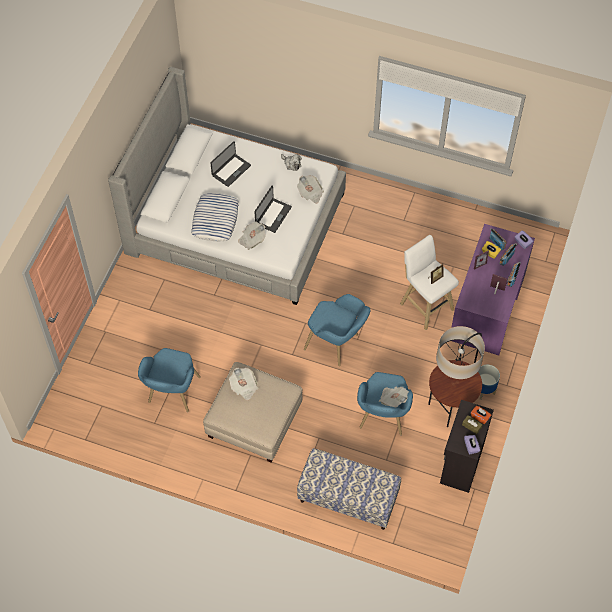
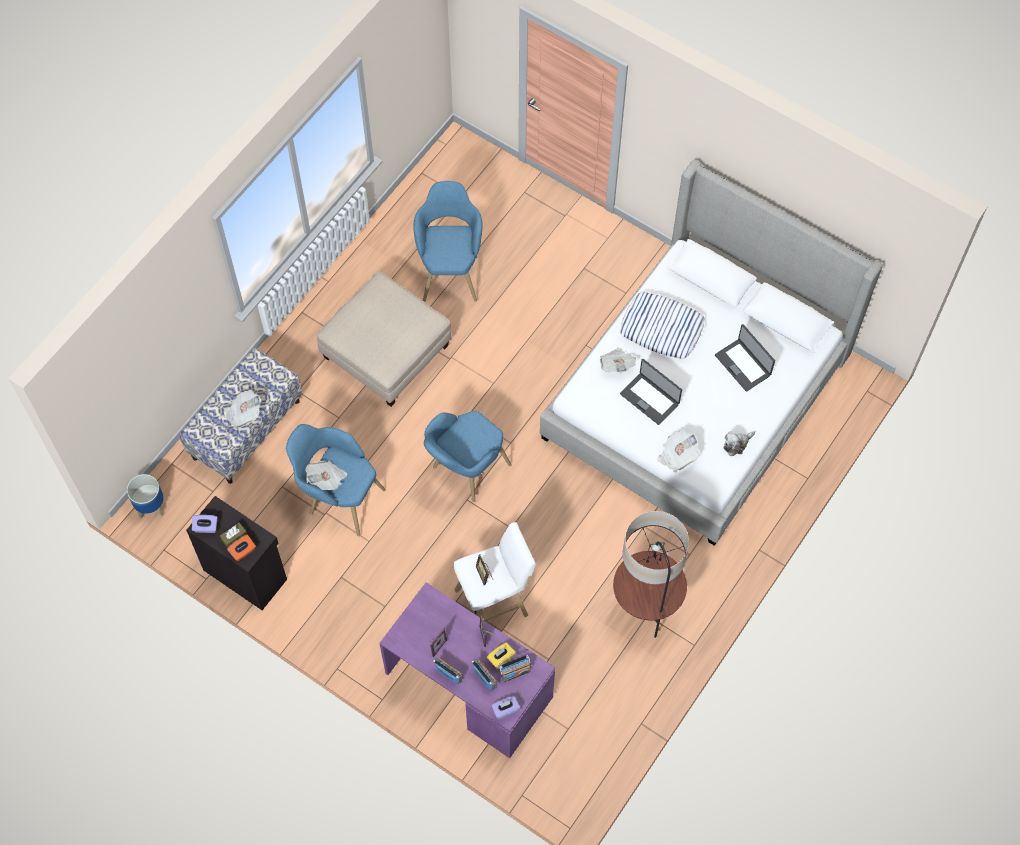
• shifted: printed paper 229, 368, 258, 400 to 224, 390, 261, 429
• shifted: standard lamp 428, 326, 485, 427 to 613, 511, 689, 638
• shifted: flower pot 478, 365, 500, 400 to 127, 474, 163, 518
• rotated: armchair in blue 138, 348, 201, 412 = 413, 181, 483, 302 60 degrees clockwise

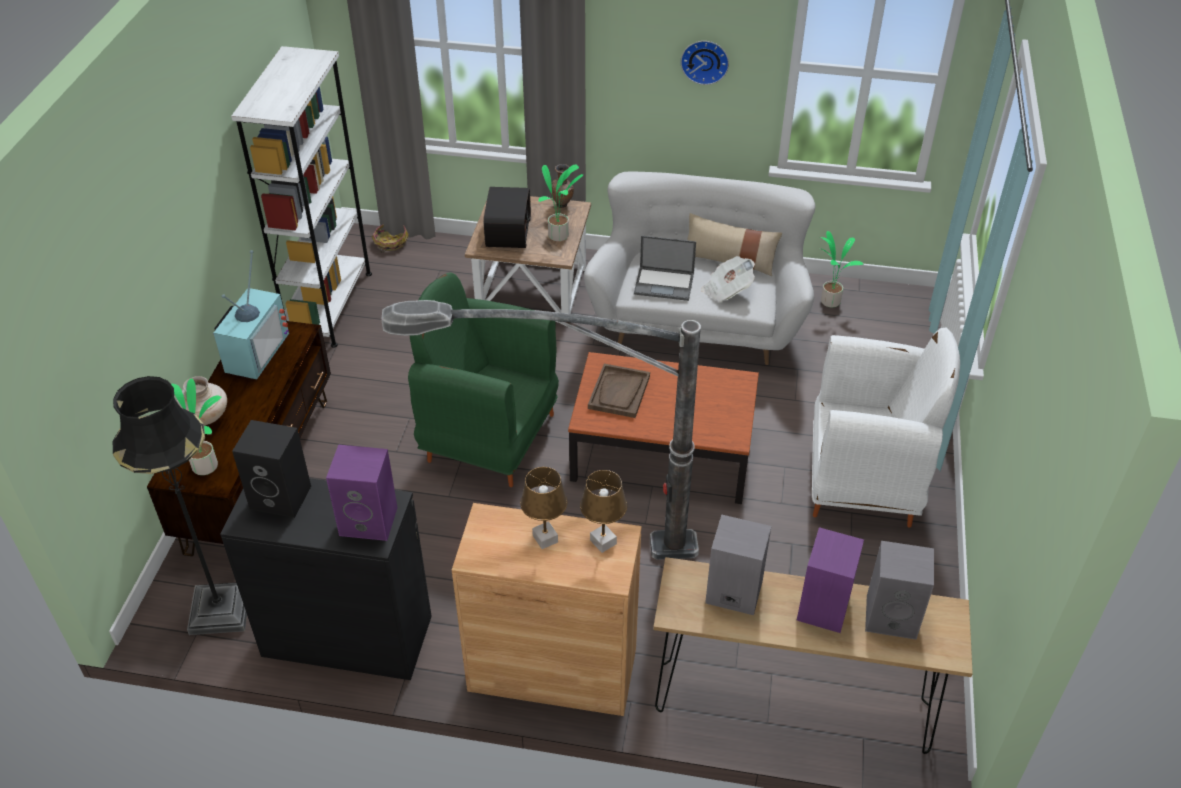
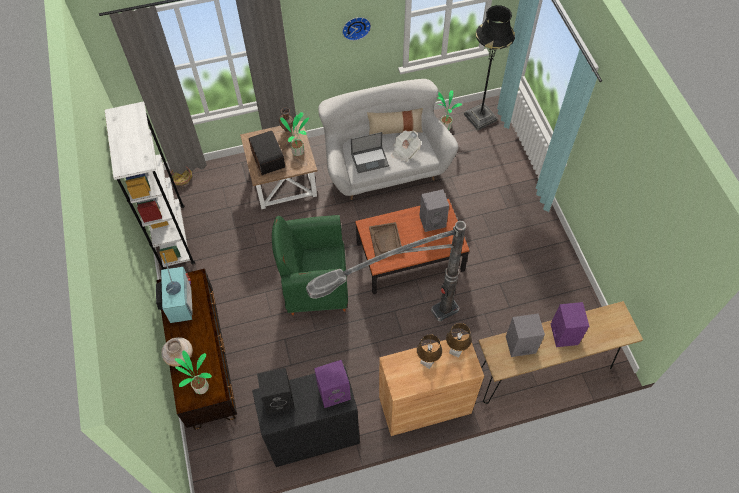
• gone: armchair in white-coloured 812, 327, 960, 528
• shifted: standard lamp in blackish 113, 376, 247, 635 to 464, 5, 515, 131
• shifted: speaker in grey 865, 541, 934, 640 to 419, 189, 449, 232

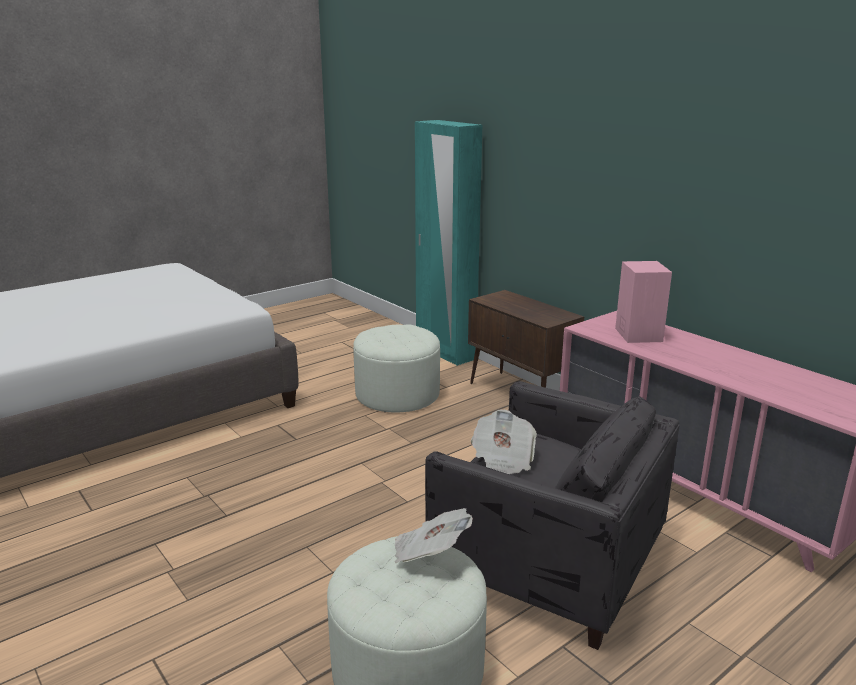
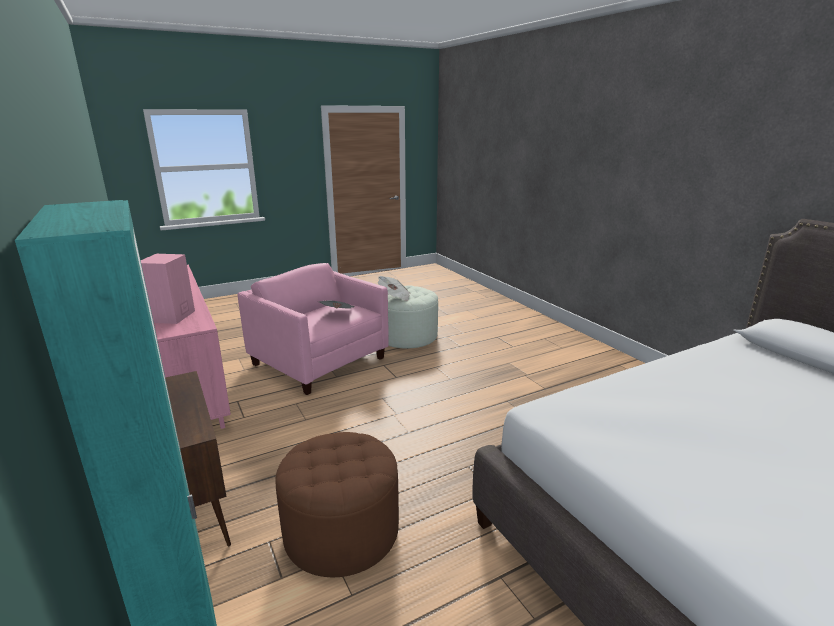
• repainted: footrest in white-coloured 353, 324, 440, 412 to footrest in brown-coloured 275, 432, 399, 577
• repainted: armchair in grey 425, 381, 680, 650 to armchair in pink 237, 263, 389, 395

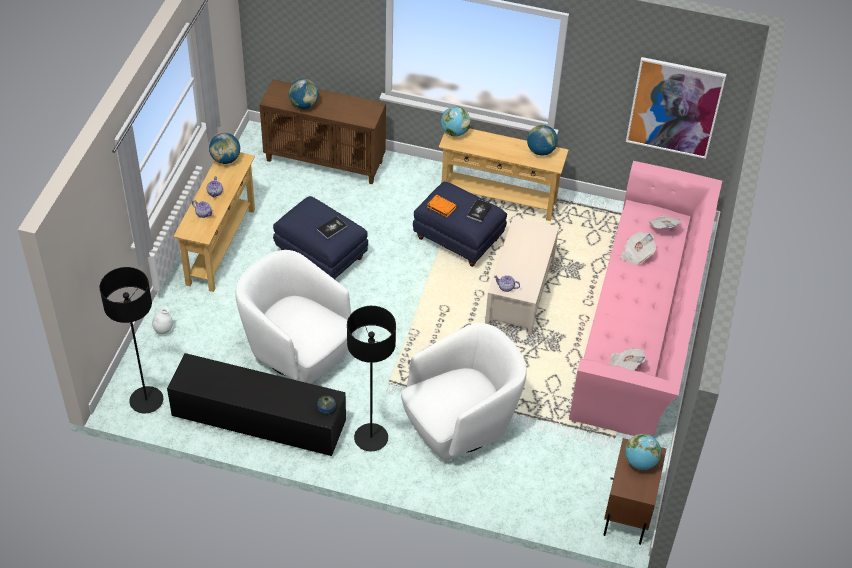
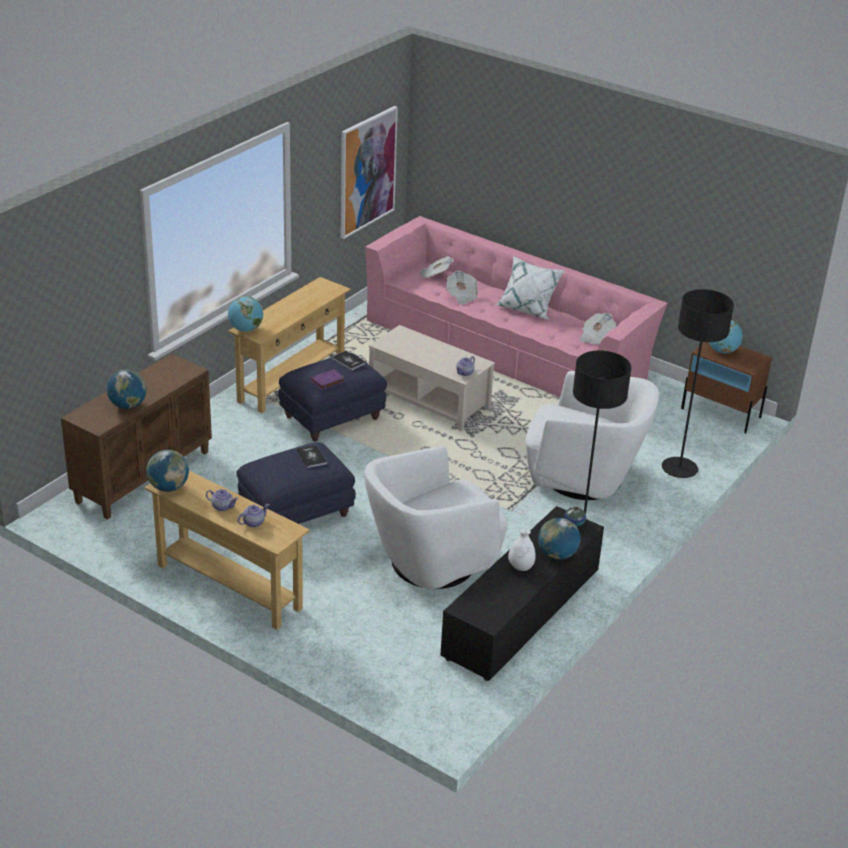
• new: pillow in white-coloured 495, 256, 565, 320
• shifted: standard lamp in blackish 100, 267, 163, 413 to 662, 289, 734, 478
• shifted: vase in white-coloured 152, 306, 173, 334 to 508, 529, 536, 571
• shifted: globe 527, 125, 558, 156 to 538, 518, 580, 560
• repainted: bound book in orange 427, 195, 457, 217 to bound book in purple 310, 369, 345, 390
• rotated: armchair in white-coloured 401, 323, 527, 461 = 526, 371, 659, 500 120 degrees clockwise

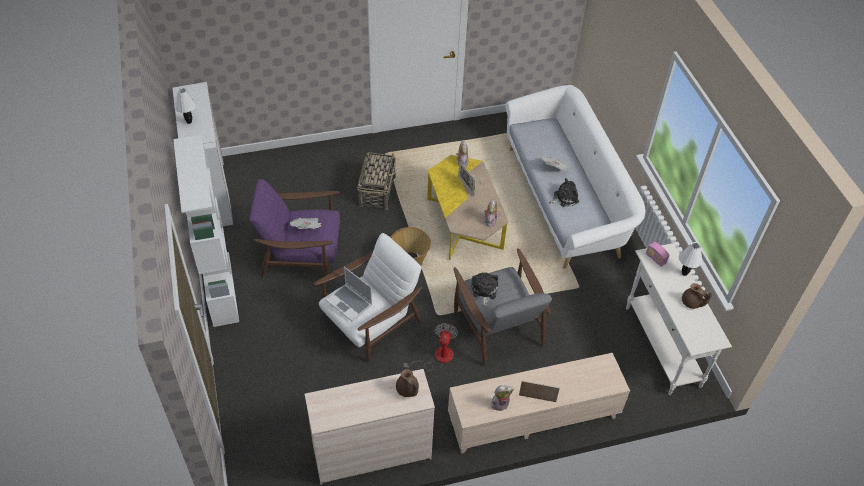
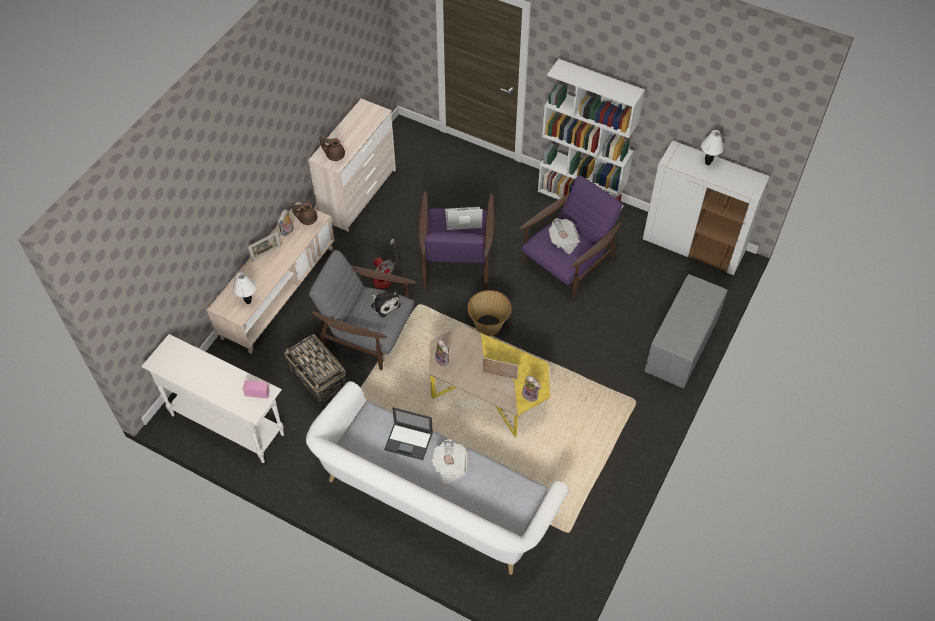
• new: bench in grey 644, 274, 728, 389
• shifted: storage basket 357, 152, 396, 210 to 284, 335, 346, 406
• shifted: table lamp in white-coloured 679, 242, 702, 276 to 233, 272, 256, 304
• shifted: teapot in brown-coloured 682, 283, 712, 309 to 291, 202, 317, 225
• swapped: soft toy 550, 178, 579, 207 to portable computer 384, 407, 433, 460
• repainted: armchair in white-coloured 314, 233, 422, 362 to armchair in purple 418, 191, 495, 291

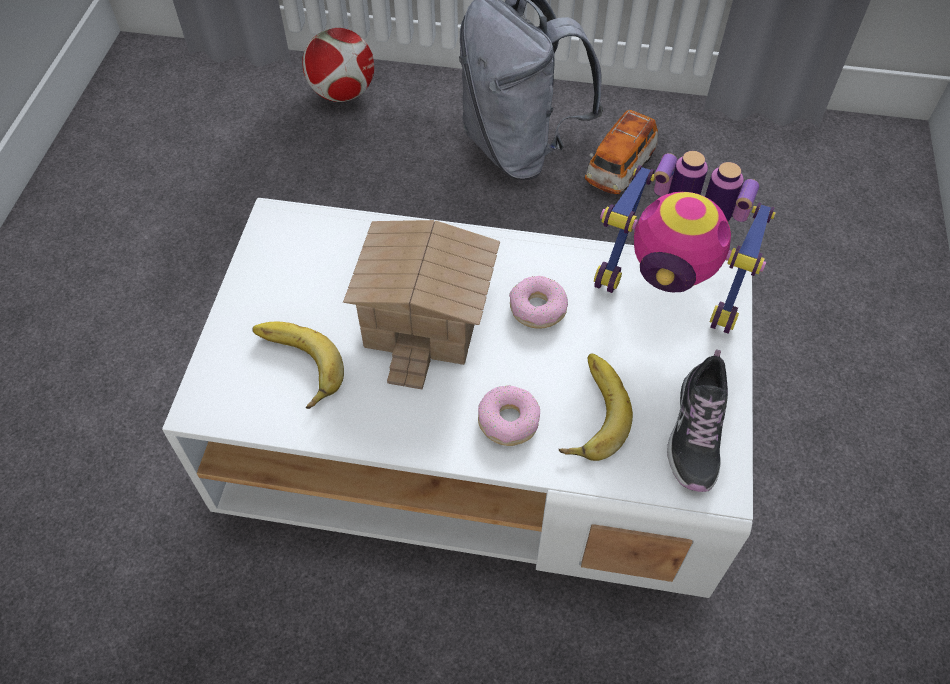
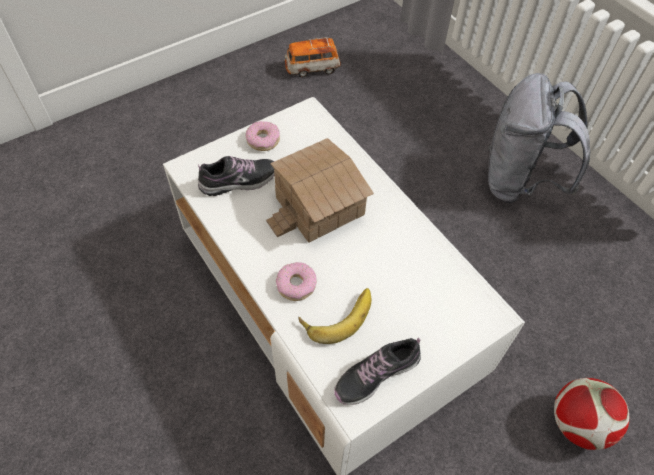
• gone: toy robot 594, 151, 776, 334
• shifted: football ball 302, 28, 374, 102 to 554, 378, 629, 450
• shifted: ring doughnut 509, 276, 568, 329 to 245, 121, 280, 151
• shifted: model car 585, 110, 658, 194 to 285, 37, 341, 78
• swapped: whole banana 252, 321, 344, 409 to shoe 198, 156, 275, 196

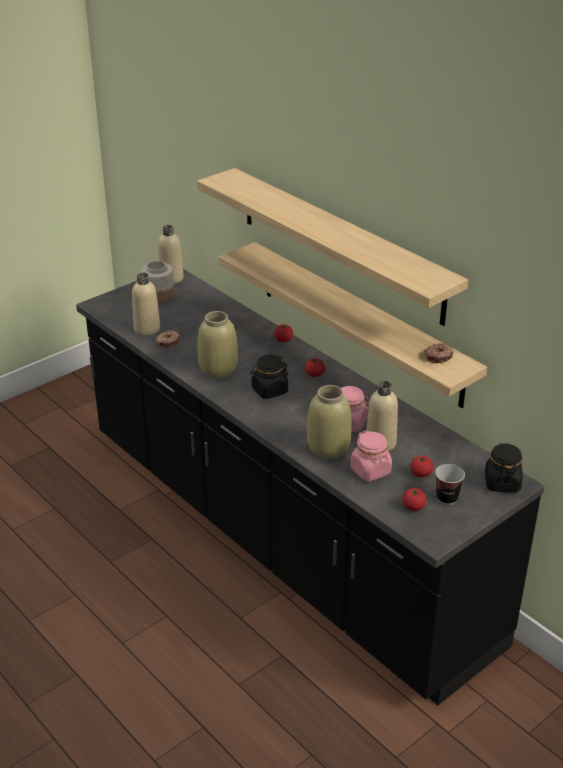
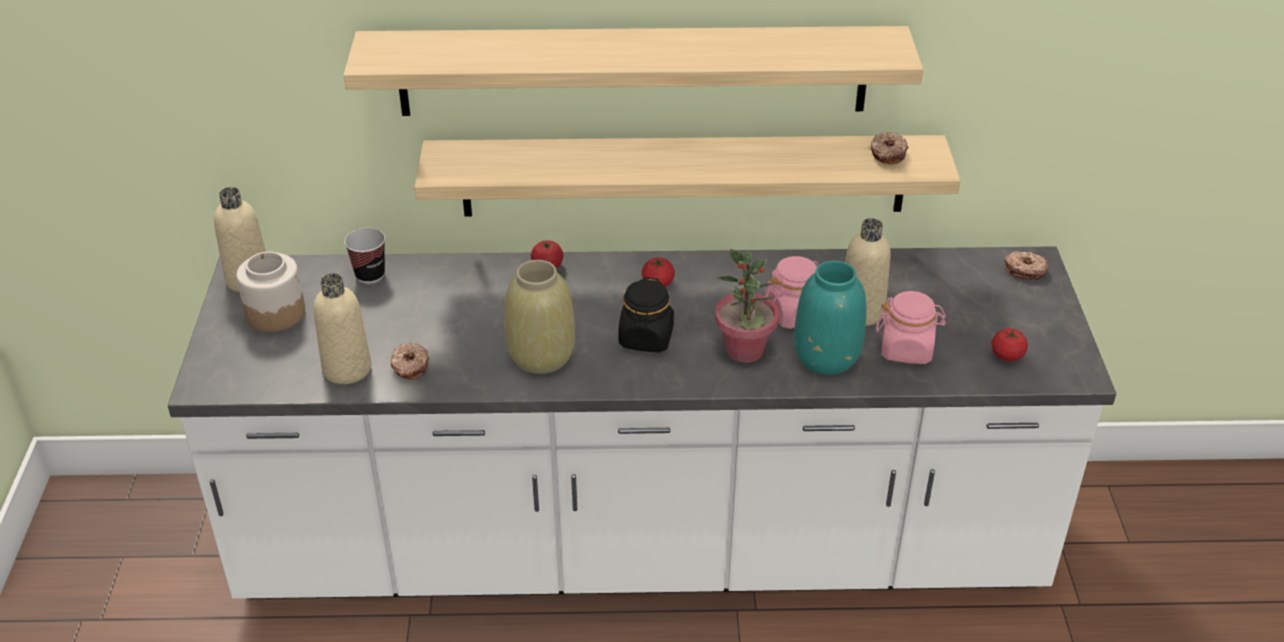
• gone: tomato 410, 455, 433, 477
• new: plant in a pot 715, 249, 779, 363
• shifted: small cup 435, 464, 465, 505 to 344, 228, 385, 284
• swapped: jar in blackish 485, 443, 523, 492 to ring doughnut 1004, 251, 1048, 280
• repainted: counter in blackish 76, 269, 545, 705 to counter in white-coloured 168, 246, 1116, 599
• repainted: vase in beige-coloured 307, 385, 352, 459 to vase in blue-green 794, 260, 866, 375

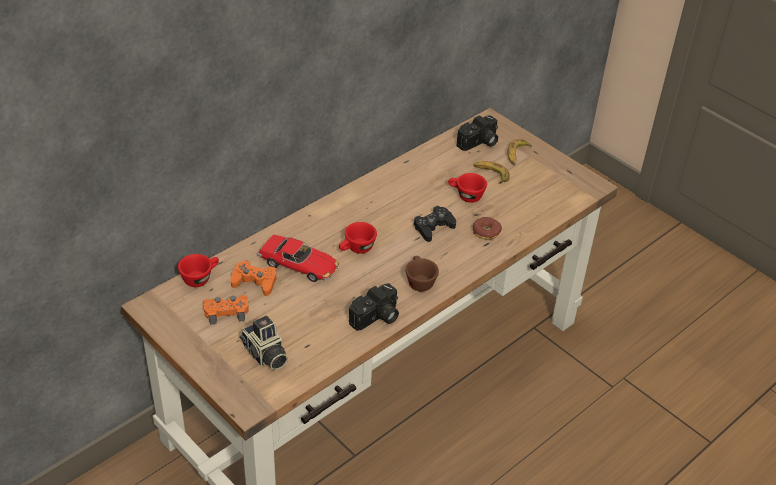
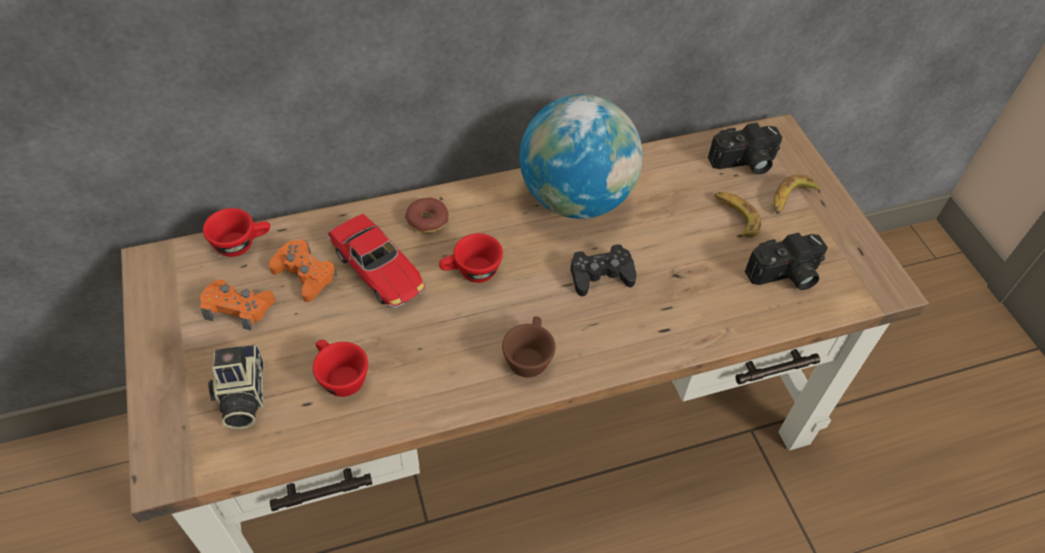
• new: globe 520, 94, 643, 219
• shifted: still camera 349, 283, 399, 331 to 745, 233, 828, 290
• shifted: small cup in red 448, 173, 487, 203 to 313, 340, 368, 397
• shifted: ring doughnut 473, 217, 502, 240 to 405, 198, 448, 233

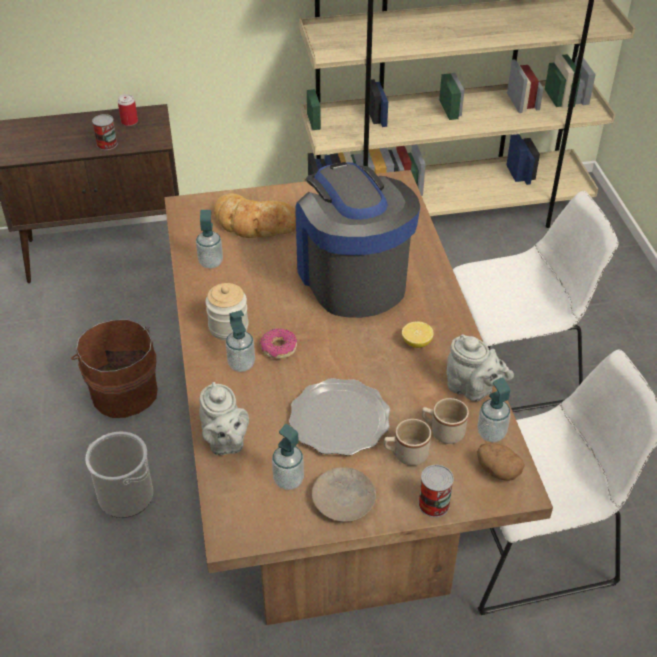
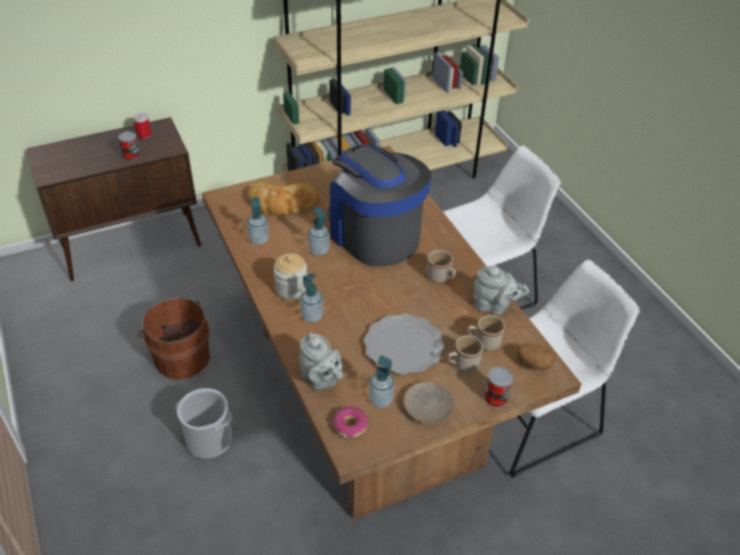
• shifted: ring doughnut 259, 328, 297, 359 to 332, 406, 367, 438
• shifted: soap dispenser 477, 378, 511, 442 to 308, 207, 330, 255
• swapped: lemon 402, 321, 434, 348 to tea mug in beige-coloured 427, 250, 456, 283

